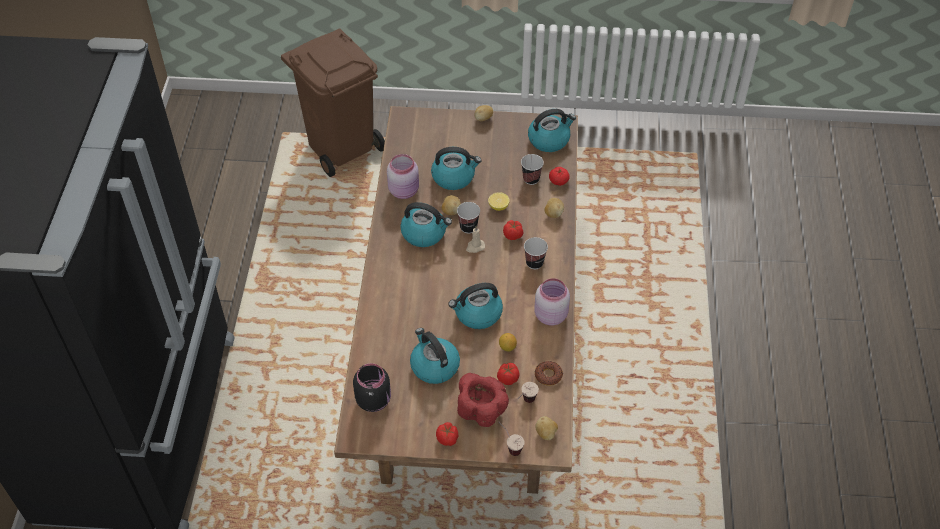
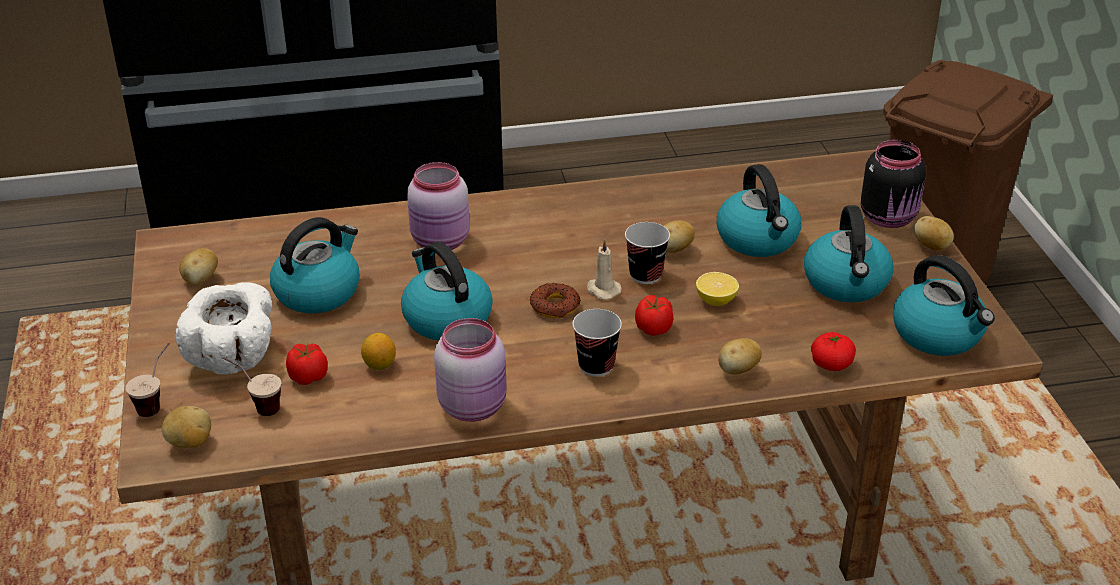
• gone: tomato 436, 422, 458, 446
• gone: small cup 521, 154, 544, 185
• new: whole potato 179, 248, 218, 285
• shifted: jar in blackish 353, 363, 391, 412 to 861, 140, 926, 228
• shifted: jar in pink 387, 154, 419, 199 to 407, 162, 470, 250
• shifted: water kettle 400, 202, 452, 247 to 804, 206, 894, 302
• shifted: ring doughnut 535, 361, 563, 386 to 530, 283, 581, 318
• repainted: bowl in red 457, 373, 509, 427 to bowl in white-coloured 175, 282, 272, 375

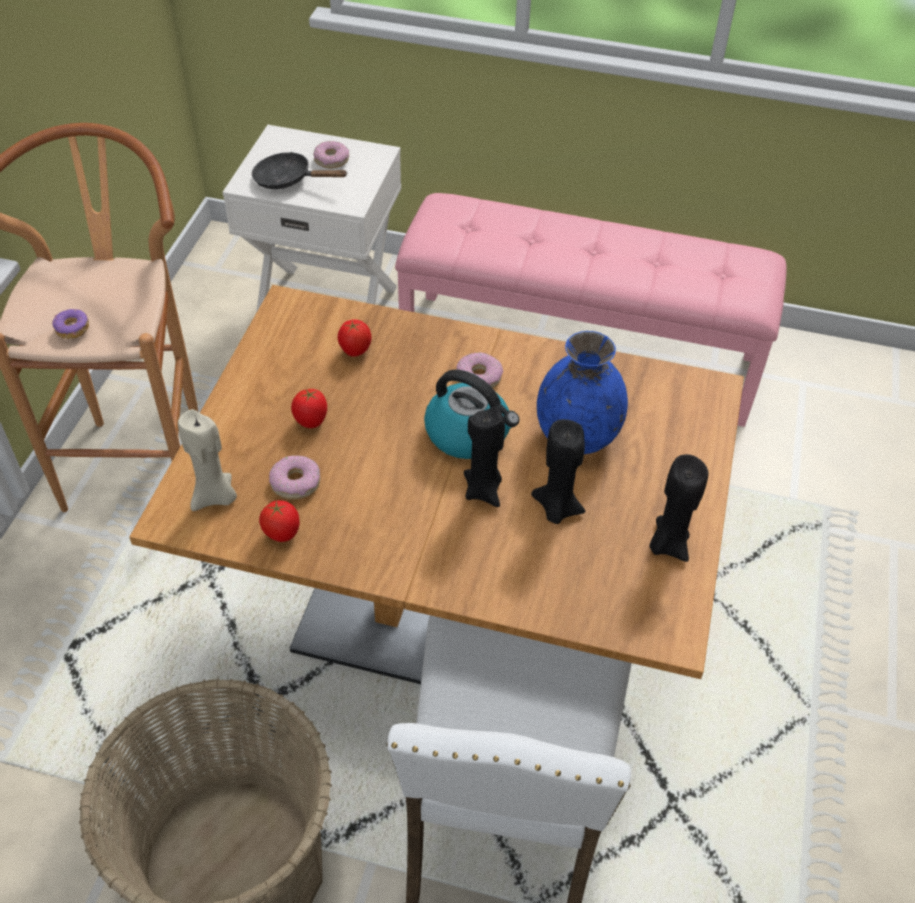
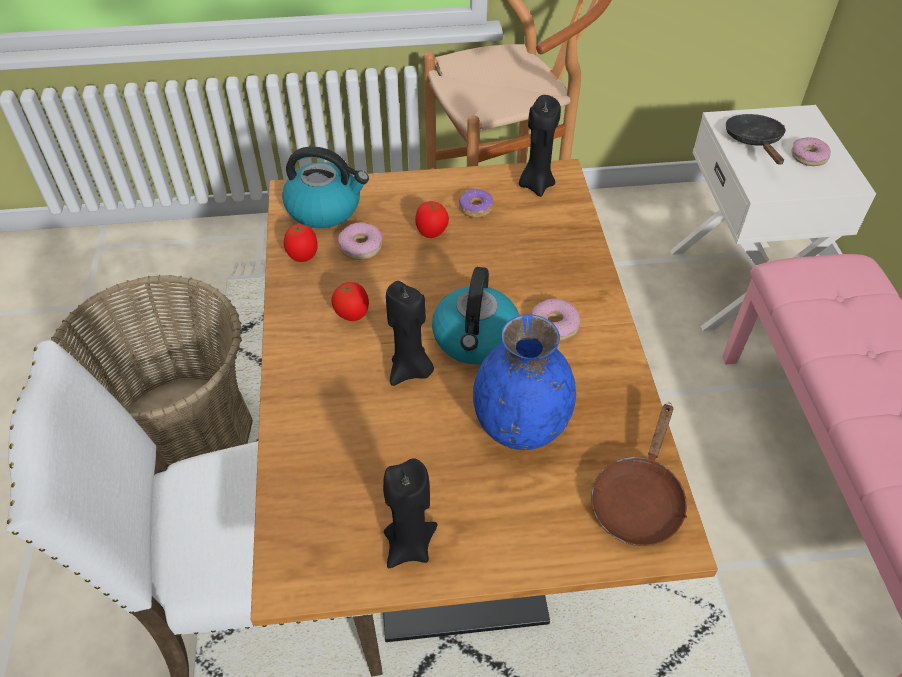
• new: pan in brown-coloured 591, 403, 687, 546
• shifted: ring doughnut 52, 309, 89, 339 to 459, 188, 493, 218
• shifted: tomato 338, 319, 371, 357 to 331, 282, 369, 321
• shifted: wax candle in blackish 531, 419, 585, 524 to 519, 95, 561, 197
• swapped: wax candle in beige-coloured 178, 409, 237, 511 to water kettle 282, 146, 369, 228

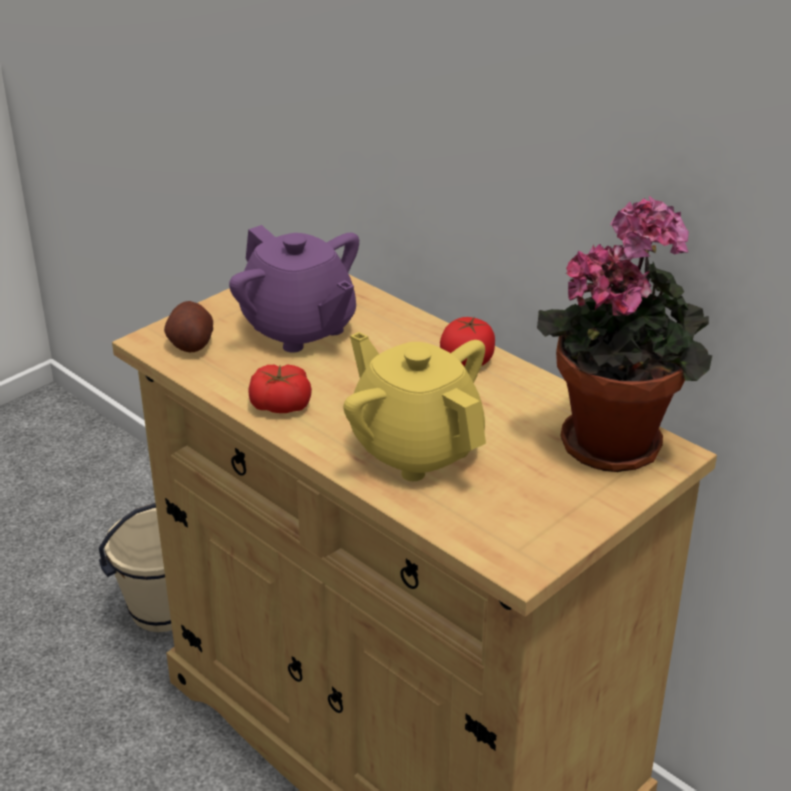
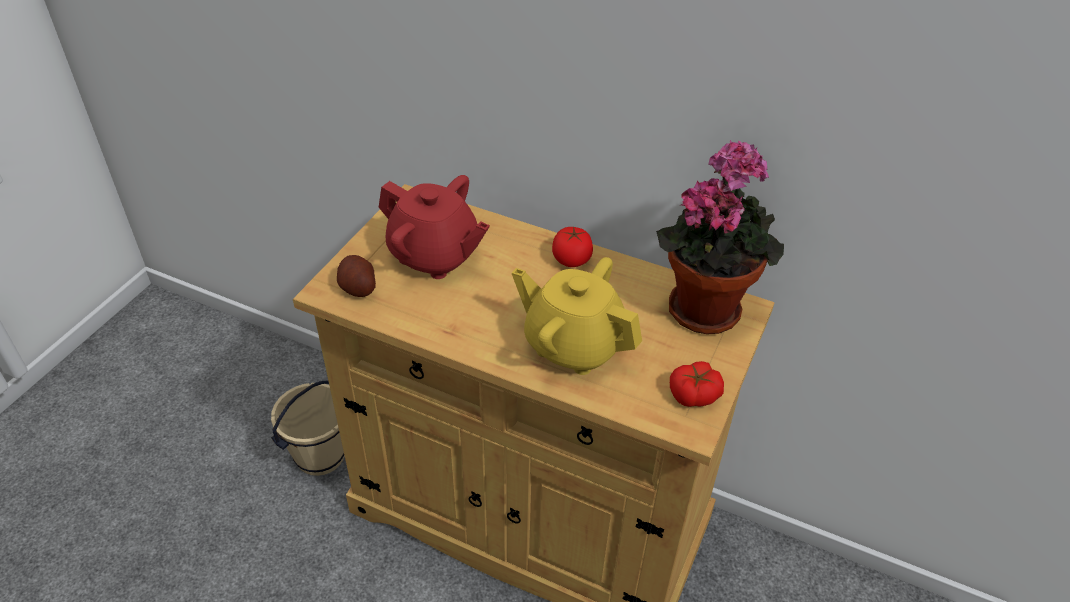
• shifted: tomato 248, 364, 312, 413 to 670, 361, 724, 407
• repainted: teapot in purple 229, 225, 359, 353 to teapot in red 379, 175, 490, 279

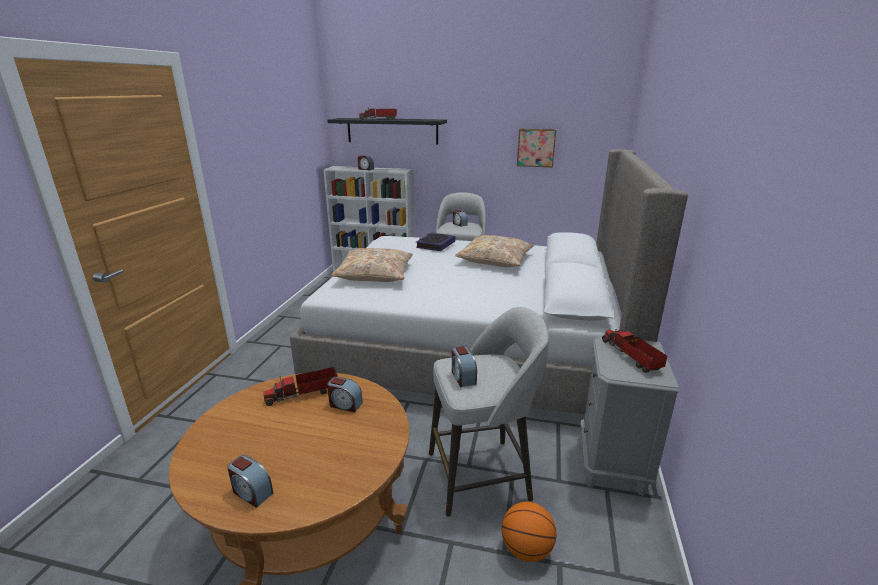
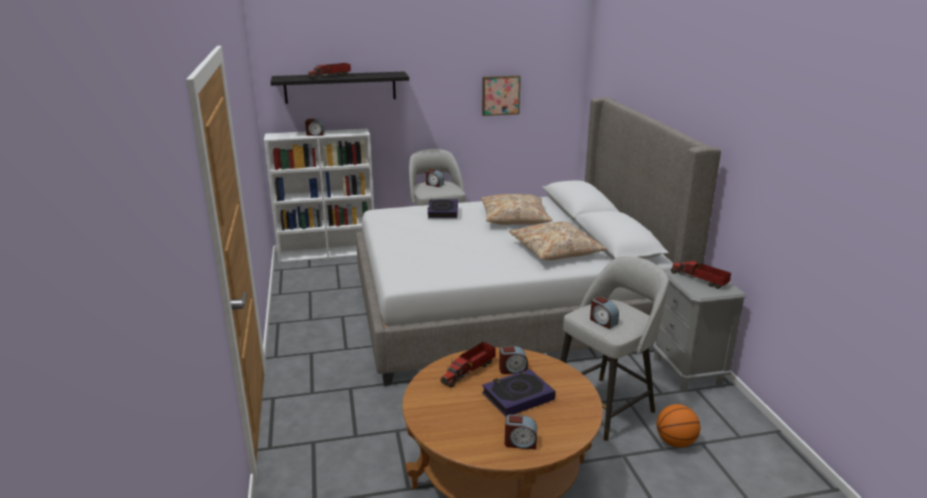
• new: bound book 482, 369, 556, 417
• shifted: pillow in beige-coloured 331, 248, 413, 282 to 509, 222, 607, 260

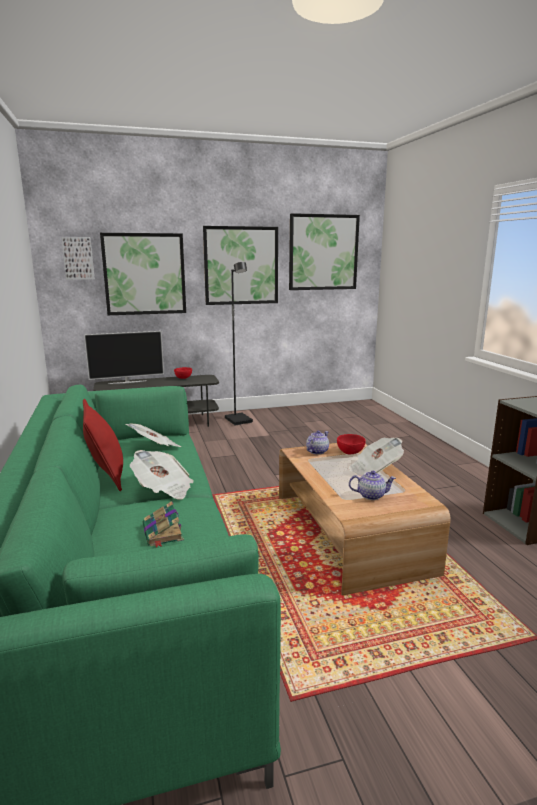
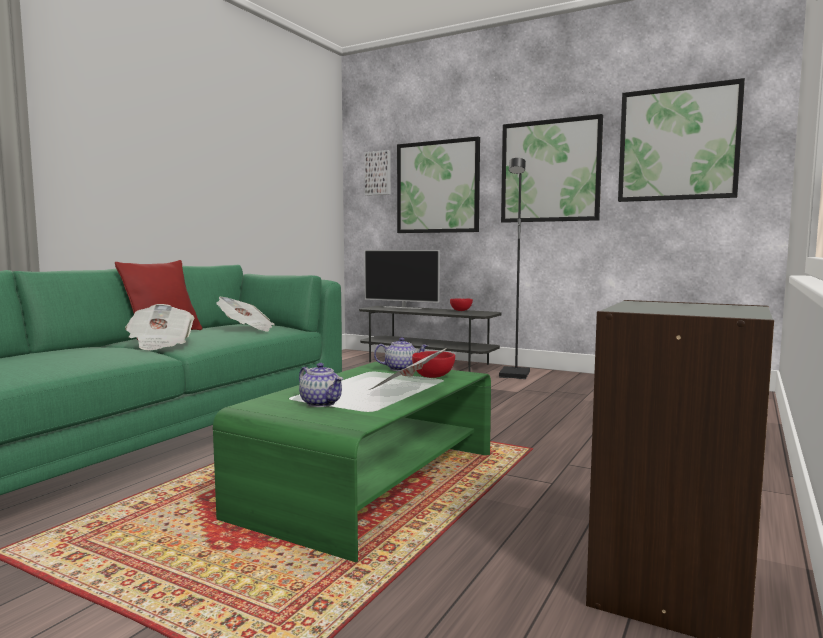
• gone: bound book 143, 501, 184, 548
• repainted: lounge table in brown-coloured 279, 443, 450, 596 to lounge table in green 213, 362, 491, 562

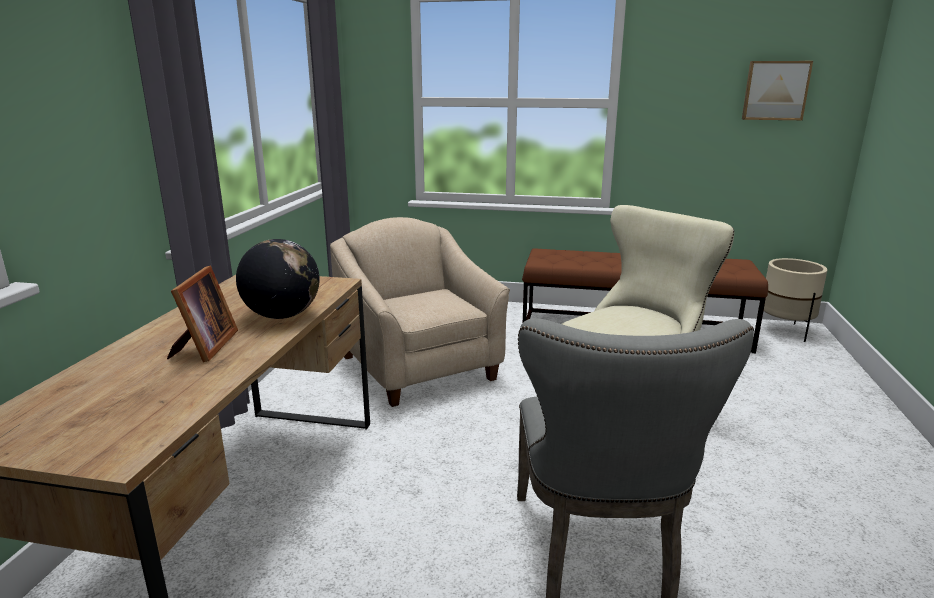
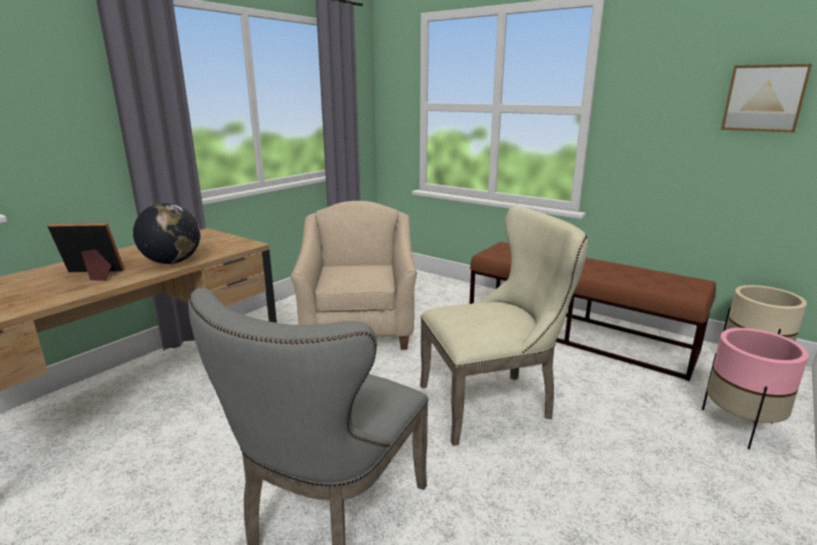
• new: flower pot in pink 702, 328, 808, 449
• rotated: photo frame 167, 266, 238, 362 = 47, 223, 125, 281 120 degrees counterclockwise

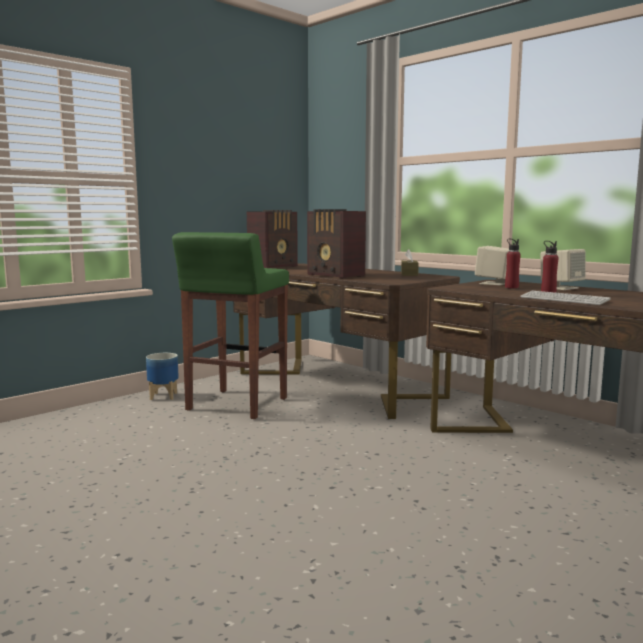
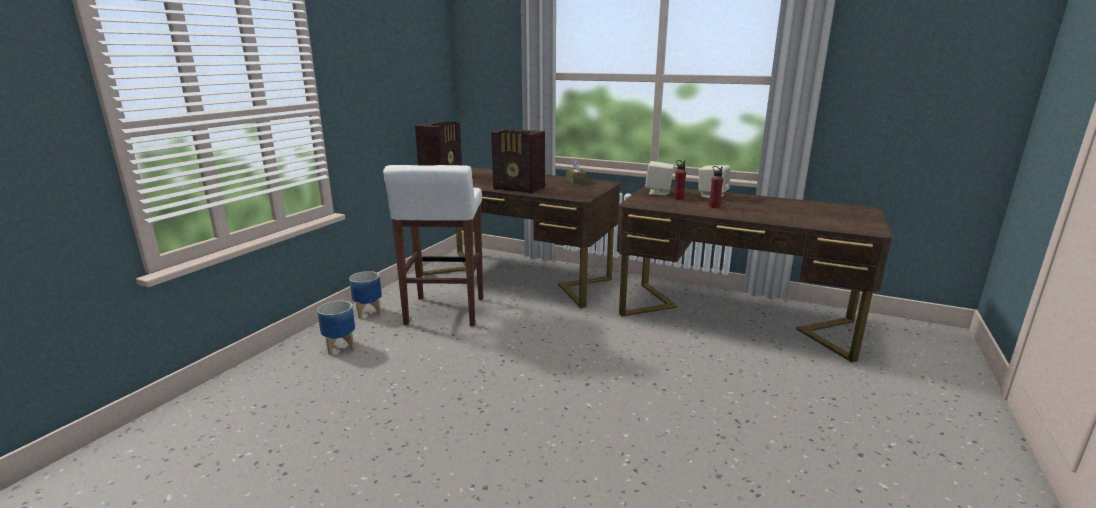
• gone: PC keyboard 520, 291, 611, 305
• new: flower pot 317, 301, 355, 355
• repainted: sitting stool in green 172, 232, 289, 419 to sitting stool in white-coloured 383, 165, 483, 326

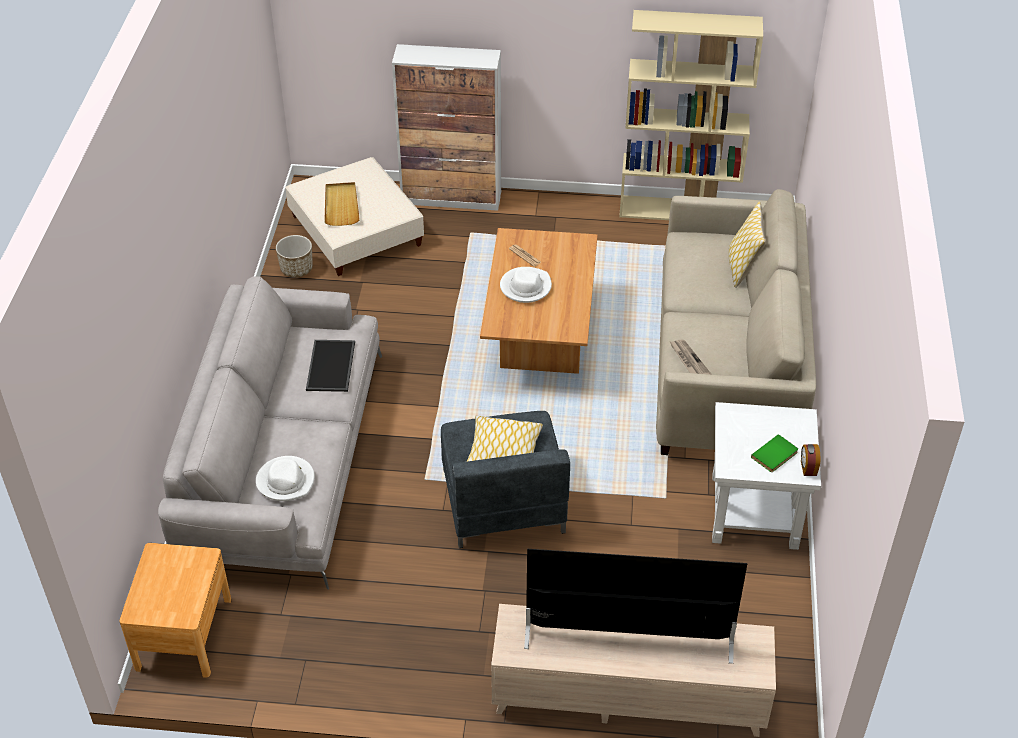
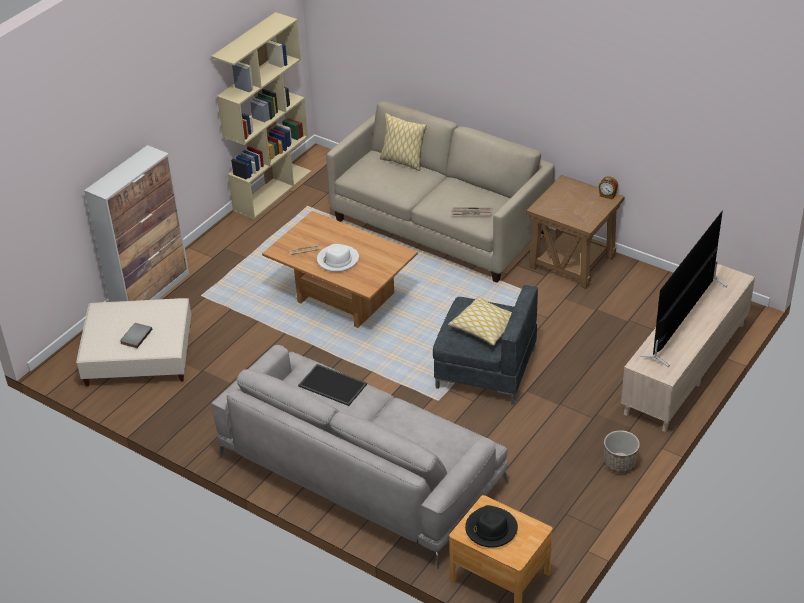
• gone: hat in white-coloured 256, 456, 315, 501
• gone: bound book in green 751, 434, 798, 472
• new: hat in blackish 465, 505, 518, 548
• shifted: flower pot 276, 235, 313, 277 to 604, 430, 640, 473
• swapped: tray in beige-coloured 324, 182, 360, 226 to bound book in grey 120, 323, 152, 348
• repainted: accent table in white-coloured 712, 402, 821, 550 to accent table in brown-coloured 526, 175, 625, 289

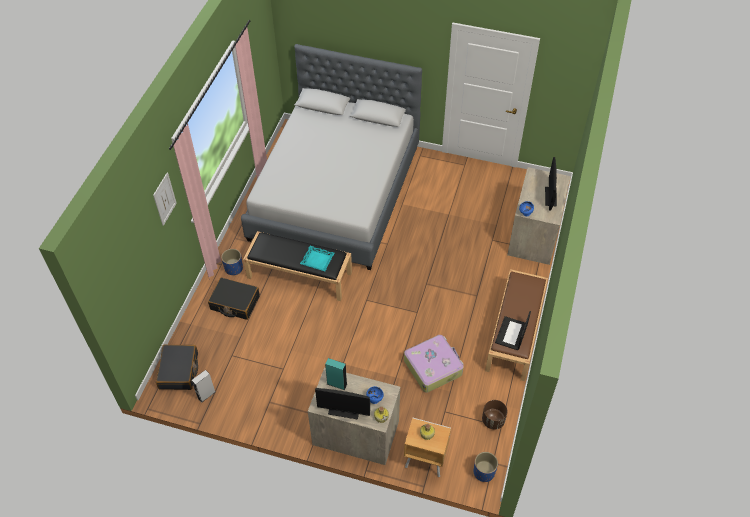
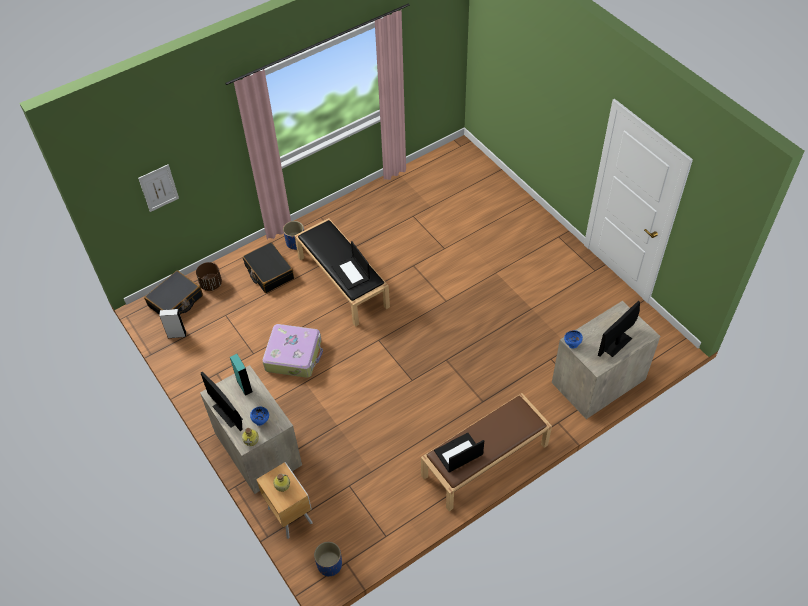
• gone: bed in grey 241, 44, 422, 270
• shifted: wall picture 153, 172, 177, 226 to 138, 164, 179, 212
• shifted: suitcase 404, 335, 464, 393 to 262, 324, 323, 378
• shifted: flower pot in brown-coloured 482, 400, 507, 430 to 196, 262, 222, 291
• swapped: tray in blue-green 300, 246, 334, 271 to portable computer 332, 241, 370, 290

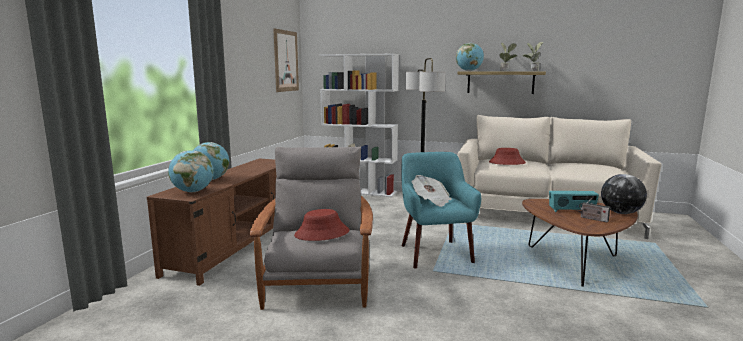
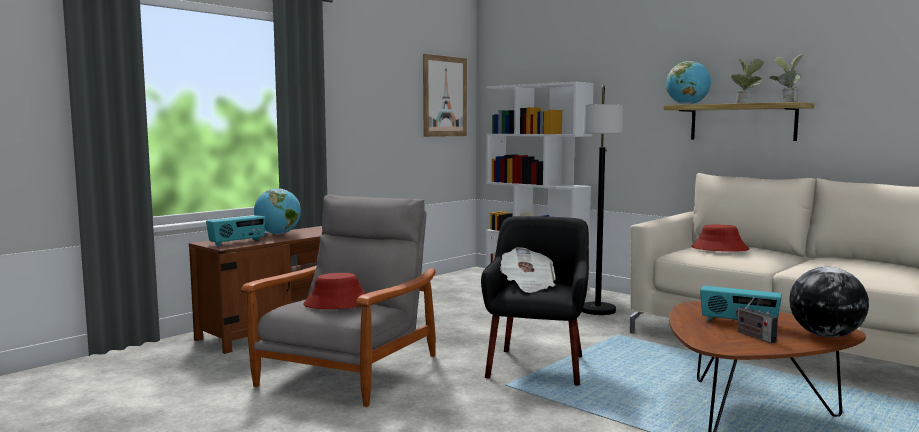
• swapped: globe 168, 150, 213, 192 to radio 206, 215, 265, 246
• repainted: armchair in blue-green 401, 152, 481, 268 to armchair in blackish 481, 216, 589, 386

